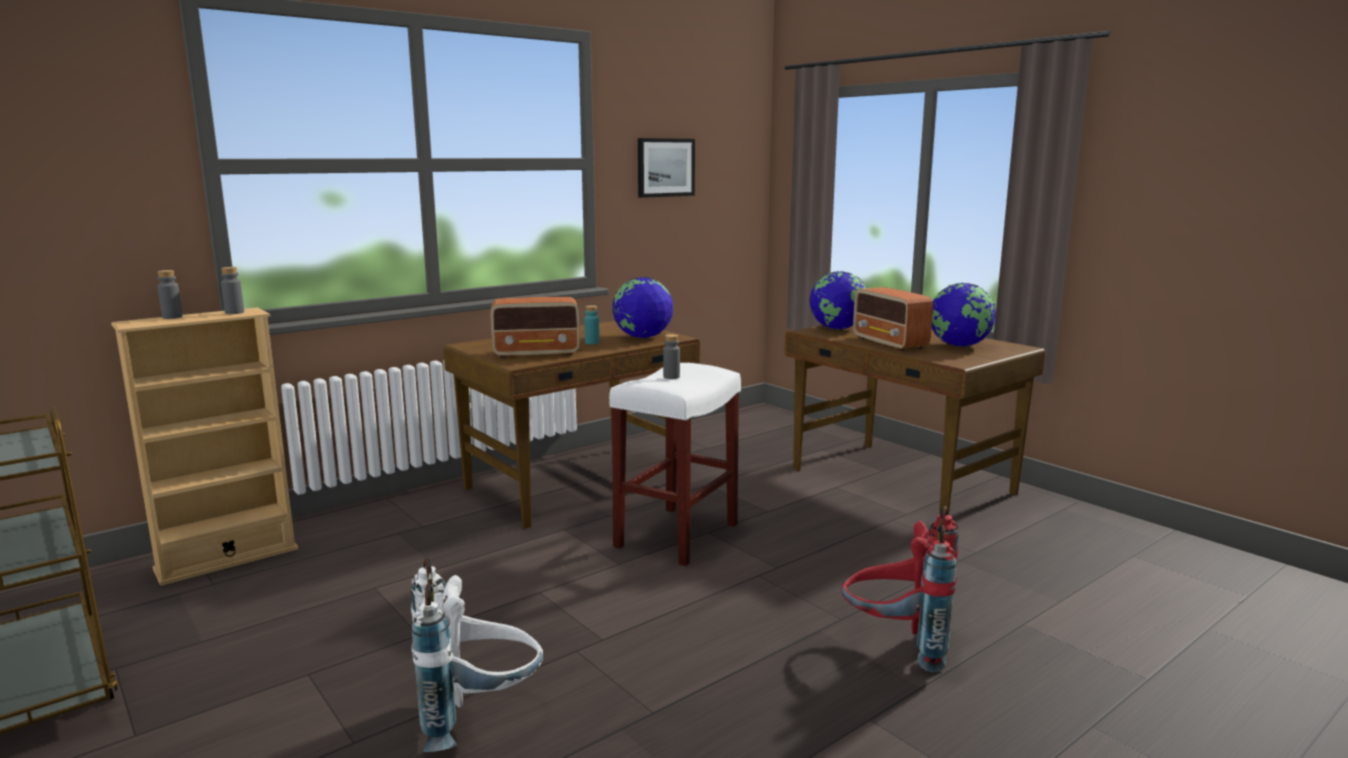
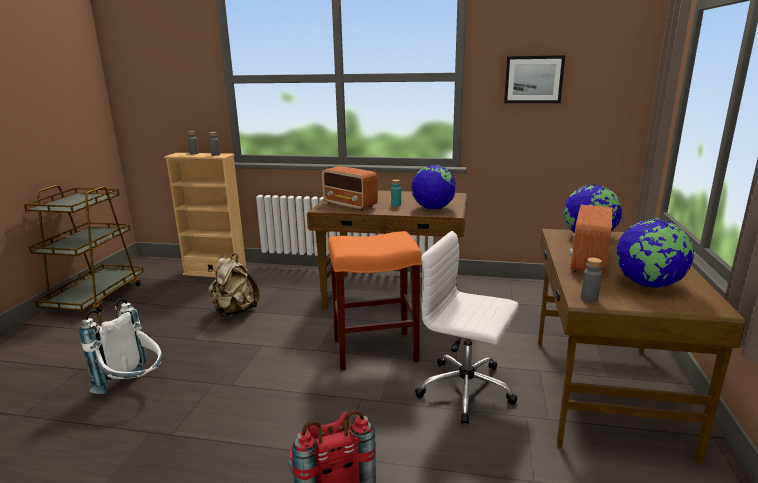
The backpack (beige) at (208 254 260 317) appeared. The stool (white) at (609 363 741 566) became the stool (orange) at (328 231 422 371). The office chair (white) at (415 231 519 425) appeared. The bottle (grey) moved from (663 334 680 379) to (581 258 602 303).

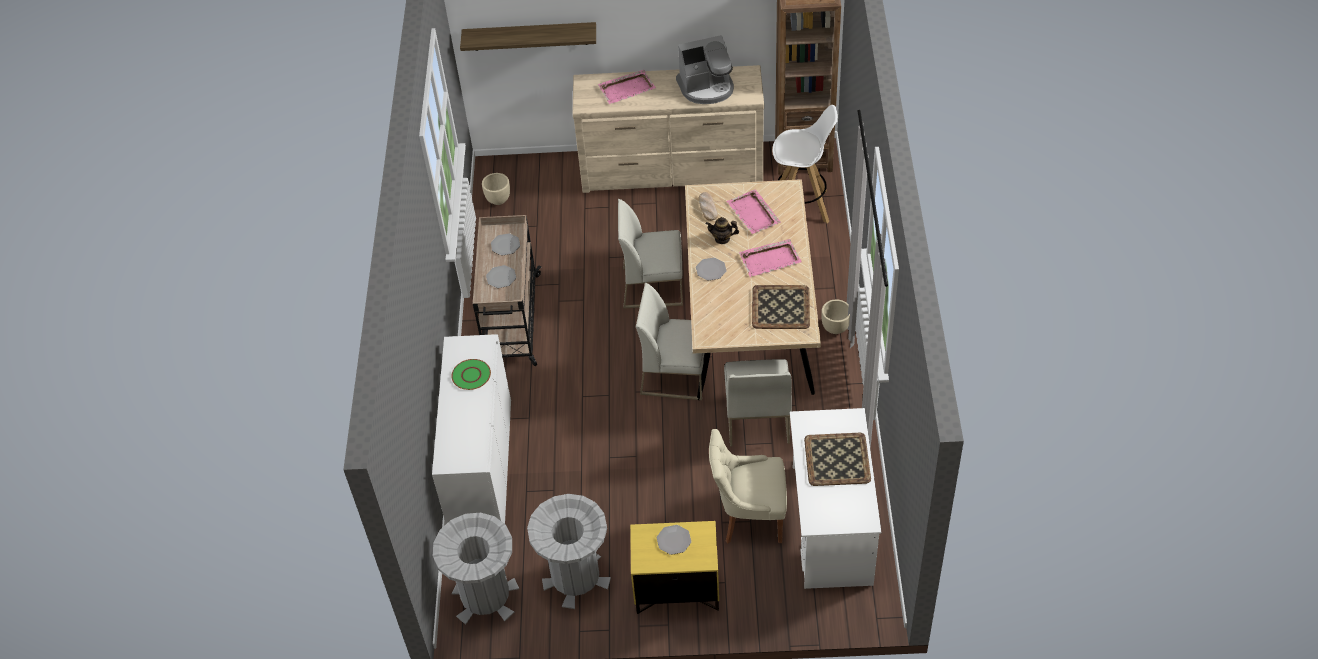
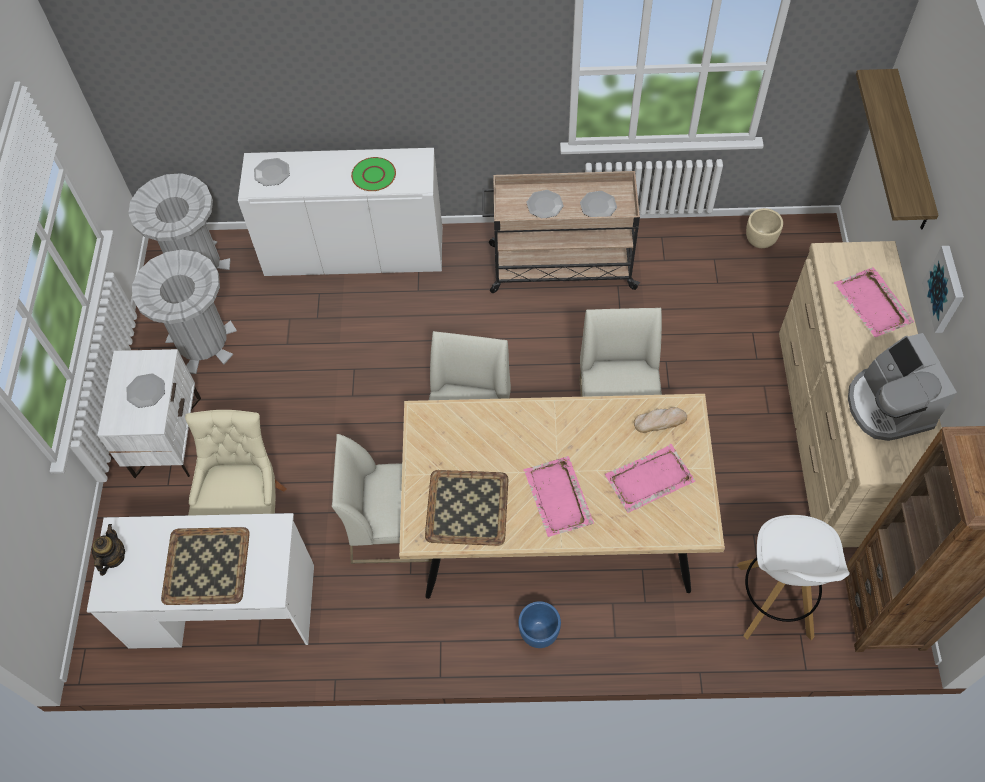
The teapot moved from (706 217 739 244) to (92 524 125 576). The nightstand (yellow) at (630 521 719 614) became the nightstand (white) at (97 349 201 478). The plate moved from (696 258 727 281) to (254 158 290 186). The planter (beige) at (821 300 850 334) became the planter (blue) at (518 601 561 648). The picture at (922 246 964 333) appeared.

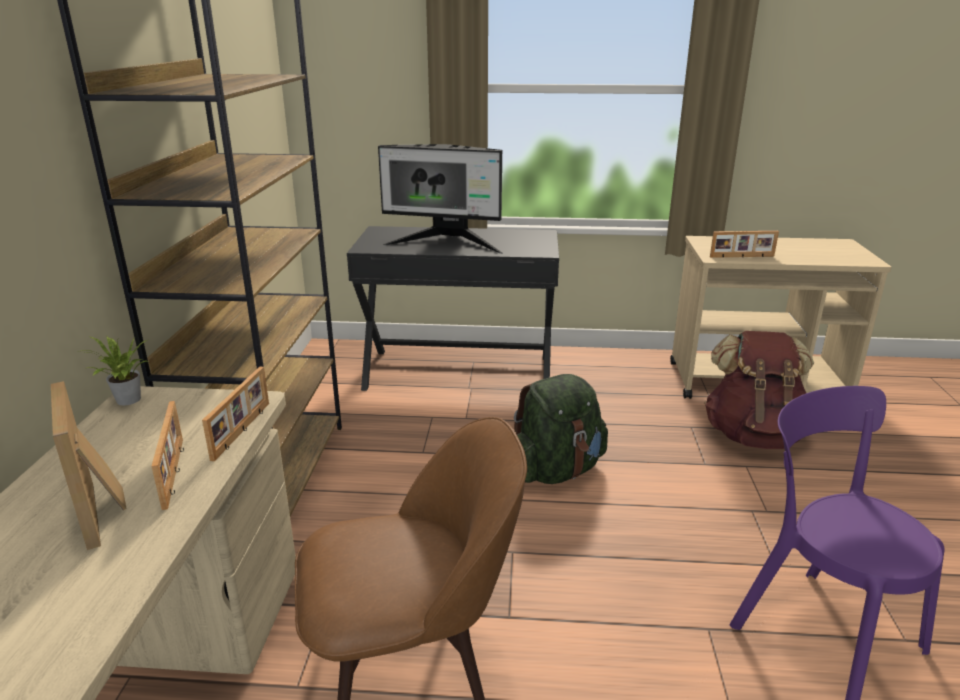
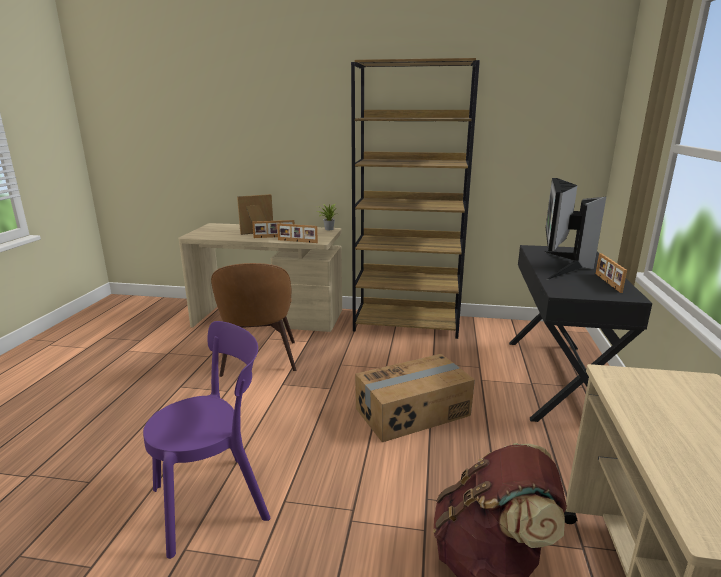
The backpack (green) at (514 374 608 484) was replaced by the cardboard box at (355 354 475 442). The picture frame moved from (710 231 779 258) to (596 253 627 293).

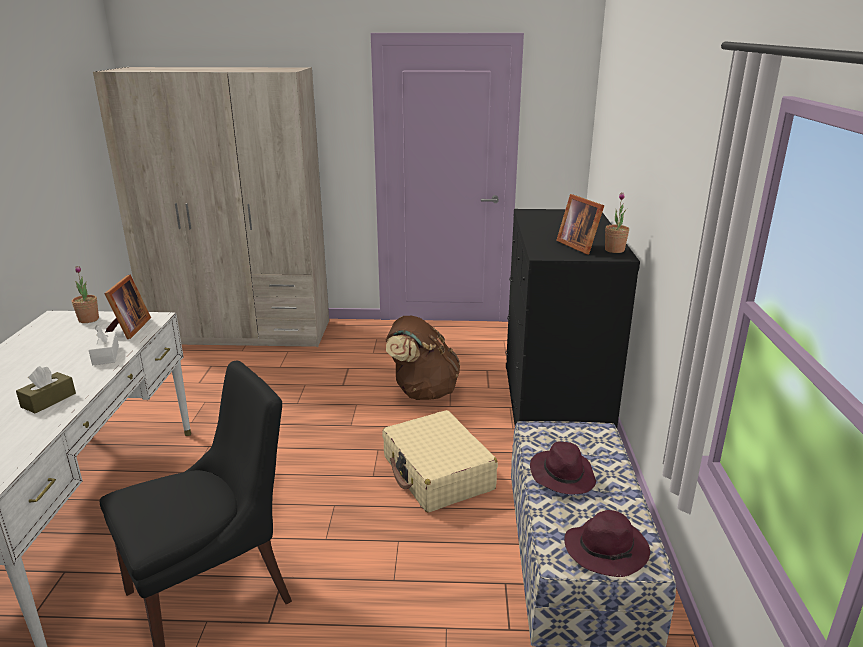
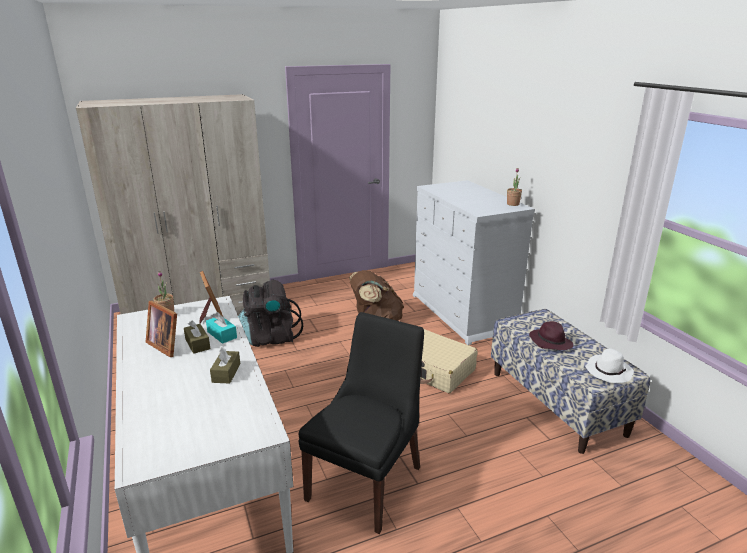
The picture frame moved from (556 194 604 254) to (146 301 177 357). The tissue box (brown) at (184 321 211 354) appeared. The tissue box (white) at (89 325 119 365) became the tissue box (turquoise) at (206 312 237 344). The backpack (black) at (238 280 303 347) appeared. The dresser (black) at (506 209 640 428) became the dresser (white) at (413 180 535 345). The hat (purple) at (564 510 650 577) became the hat (white) at (585 349 634 383).

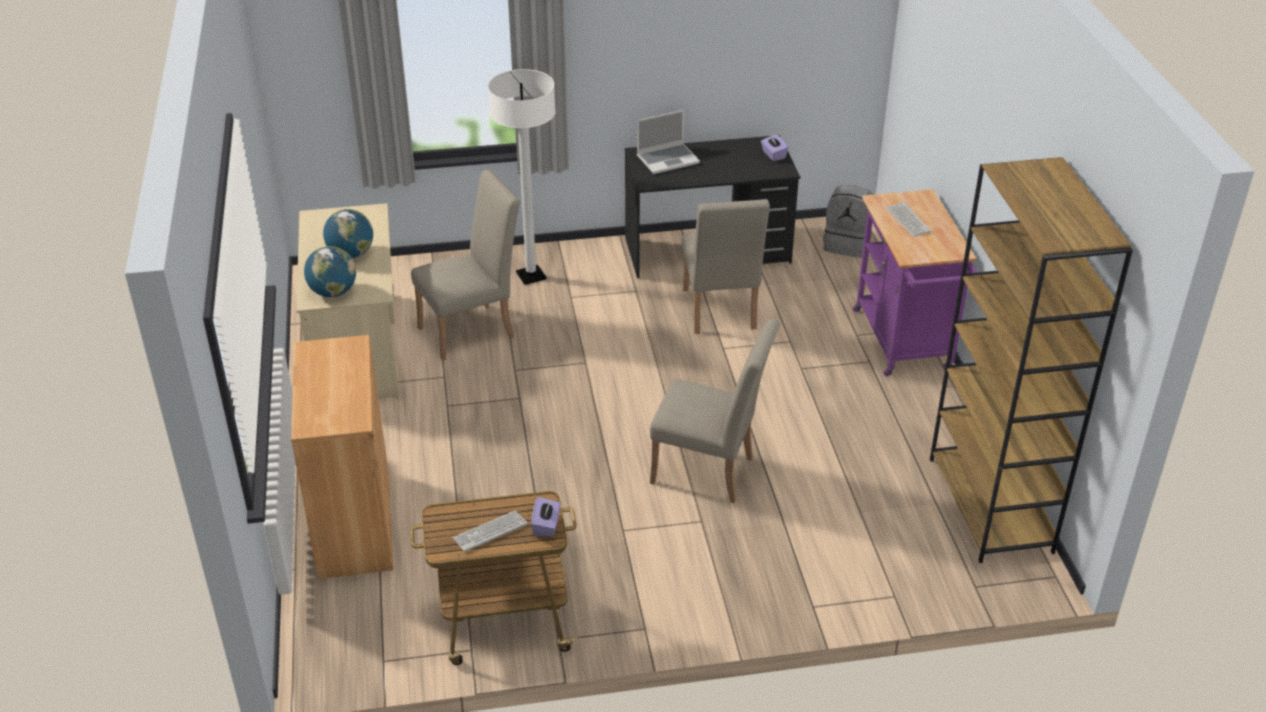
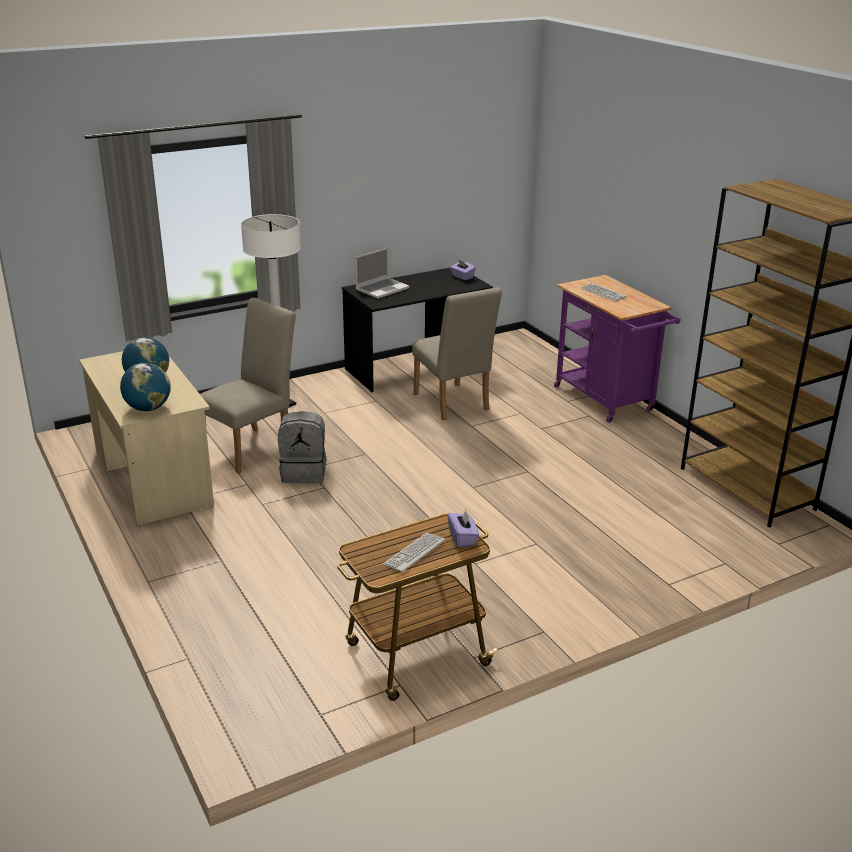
The backpack (grey) moved from (823 185 874 258) to (278 411 327 483). The cabinet (brown) at (291 335 393 579) disappeared. The chair (beige) at (650 318 780 503) disappeared.

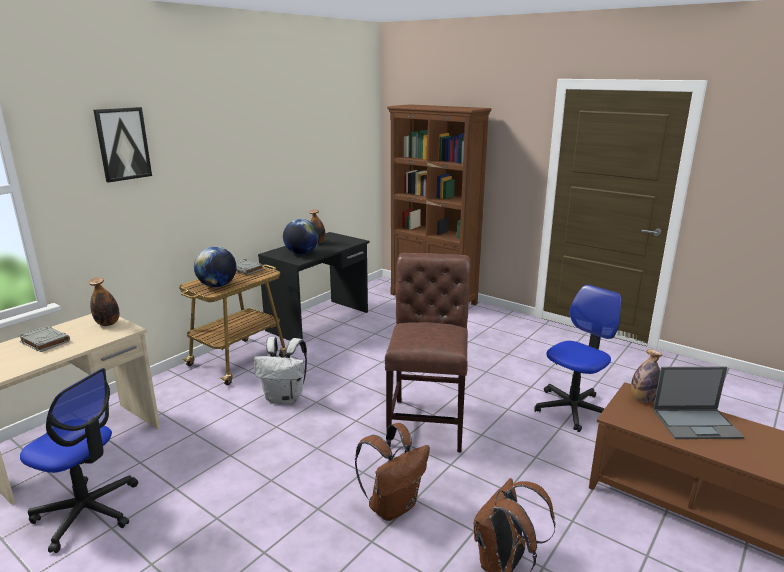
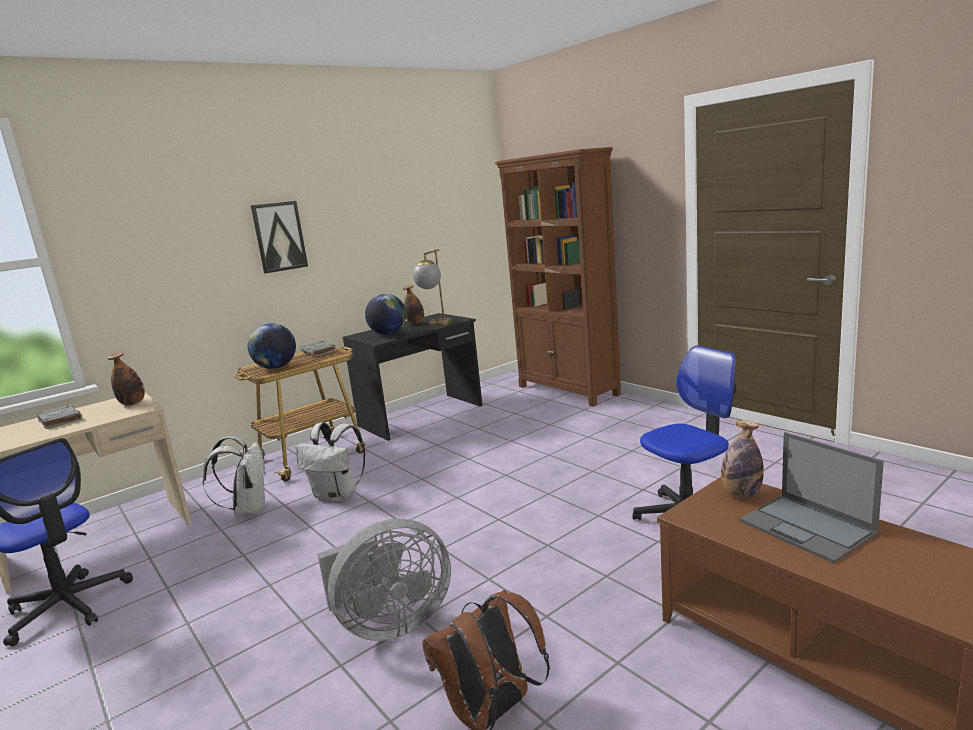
The backpack (white) at (203 436 267 516) appeared. The picture moved from (93 107 152 183) to (251 201 308 274). The backpack (brown) at (355 423 430 521) was replaced by the fan (grey) at (317 518 451 641). The table lamp at (413 249 452 327) appeared. The laptop at (653 367 744 439) turned 45 degrees clockwise. The chair (brown) at (385 253 470 452) disappeared.

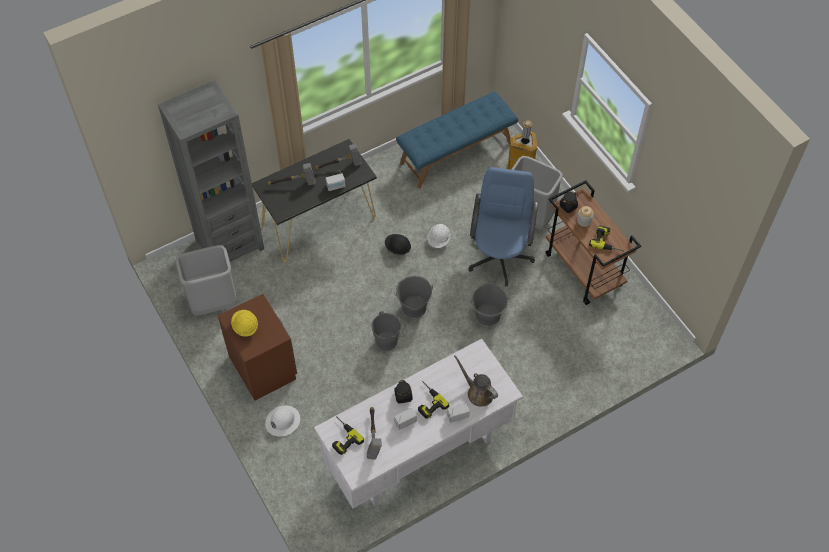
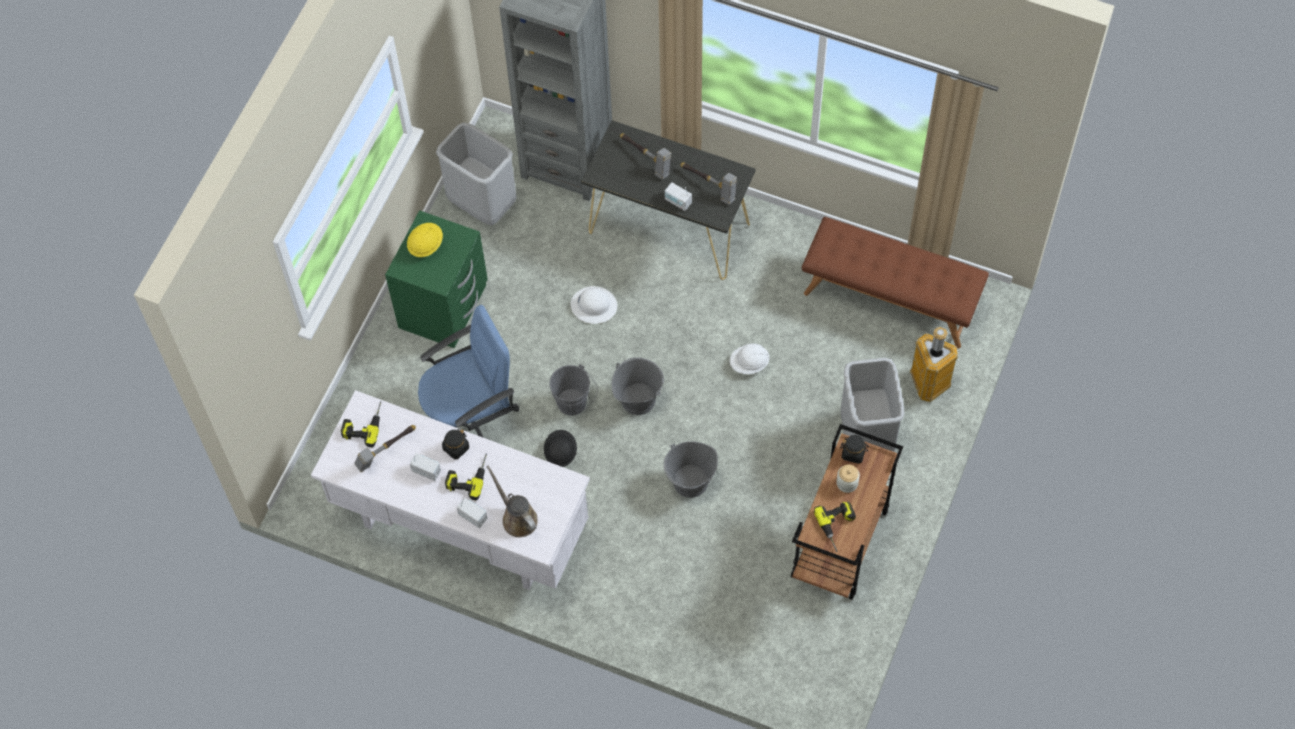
The nightstand (brown) at (218 294 297 401) became the nightstand (green) at (385 210 488 348). The office chair (blue) moved from (469 167 538 286) to (418 305 519 438). The watering can (brown) at (454 355 498 407) turned 45 degrees counterclockwise. The hard hat (black) moved from (385 234 411 255) to (544 430 577 467). The hard hat (white) moved from (265 406 300 437) to (571 286 617 324). The bench (blue) at (396 92 518 189) became the bench (brown) at (802 217 989 349).

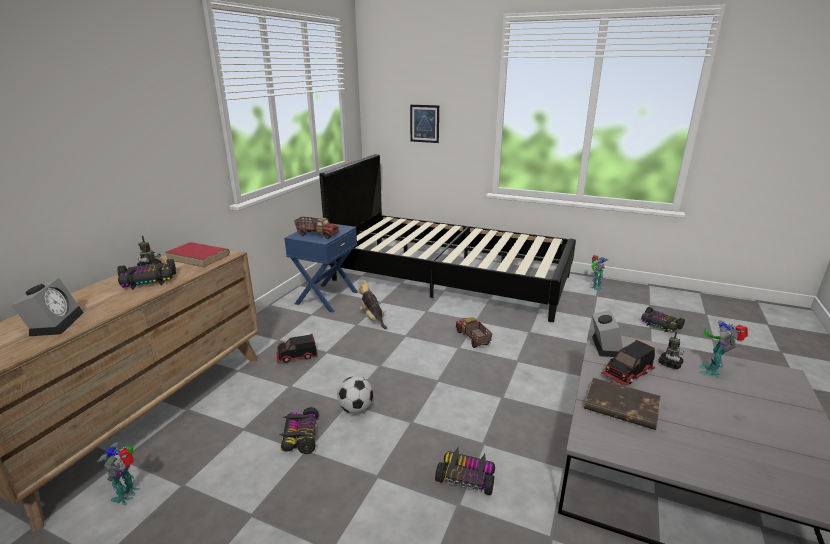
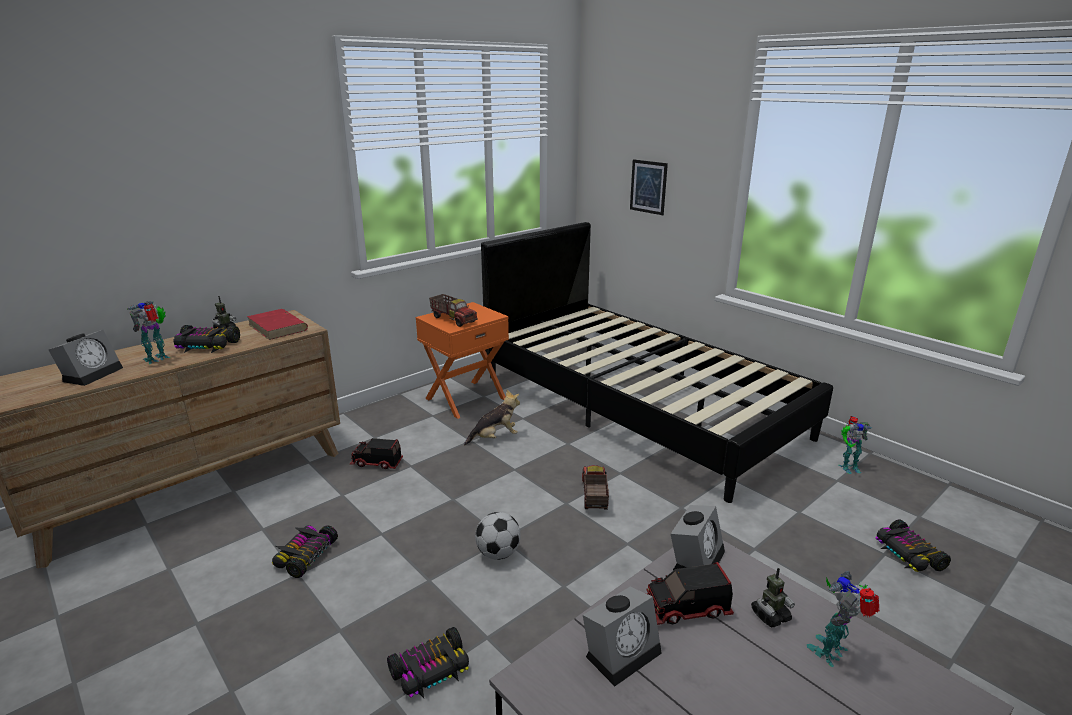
The toy robot moved from (97 442 141 506) to (127 301 170 364). The toy car at (435 448 495 495) turned 105 degrees clockwise. The nightstand (blue) at (284 223 358 312) became the nightstand (orange) at (416 302 509 419). The plush toy at (357 280 387 330) turned 75 degrees clockwise. The football moved from (337 376 373 414) to (475 512 521 560). The book (brown) at (584 378 661 430) was replaced by the alarm clock at (583 587 662 686).

